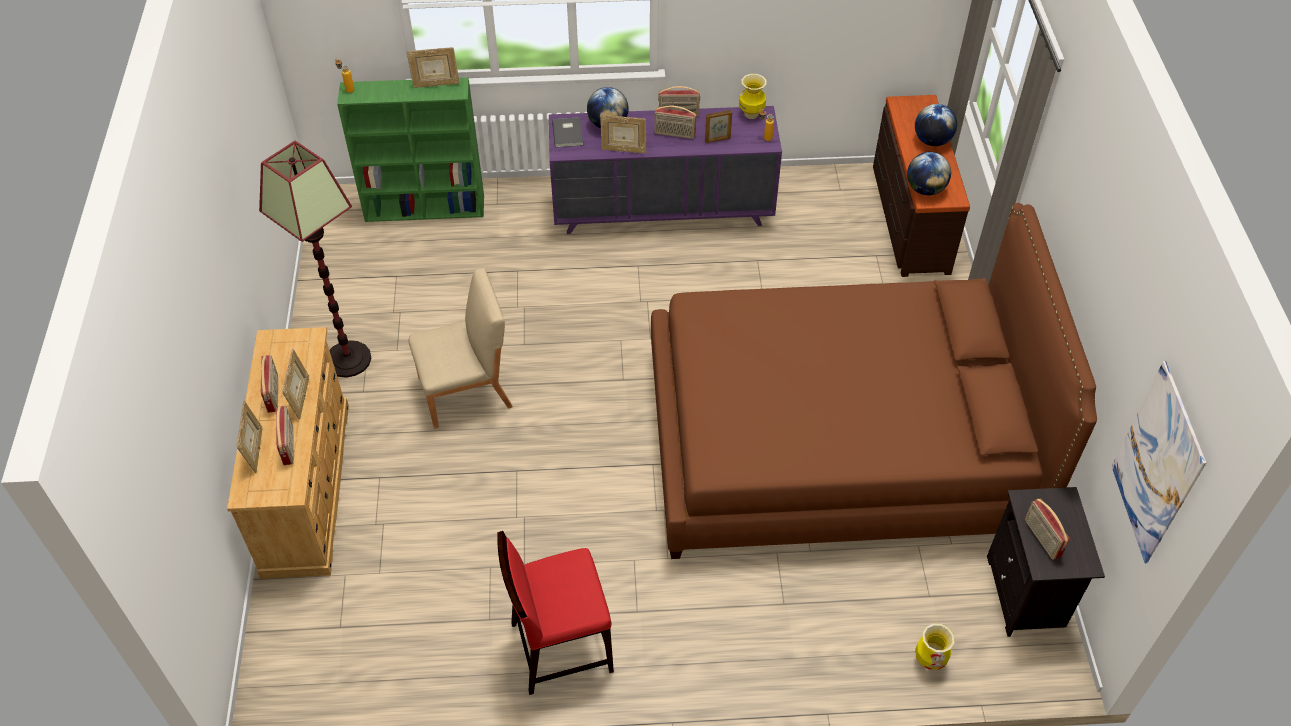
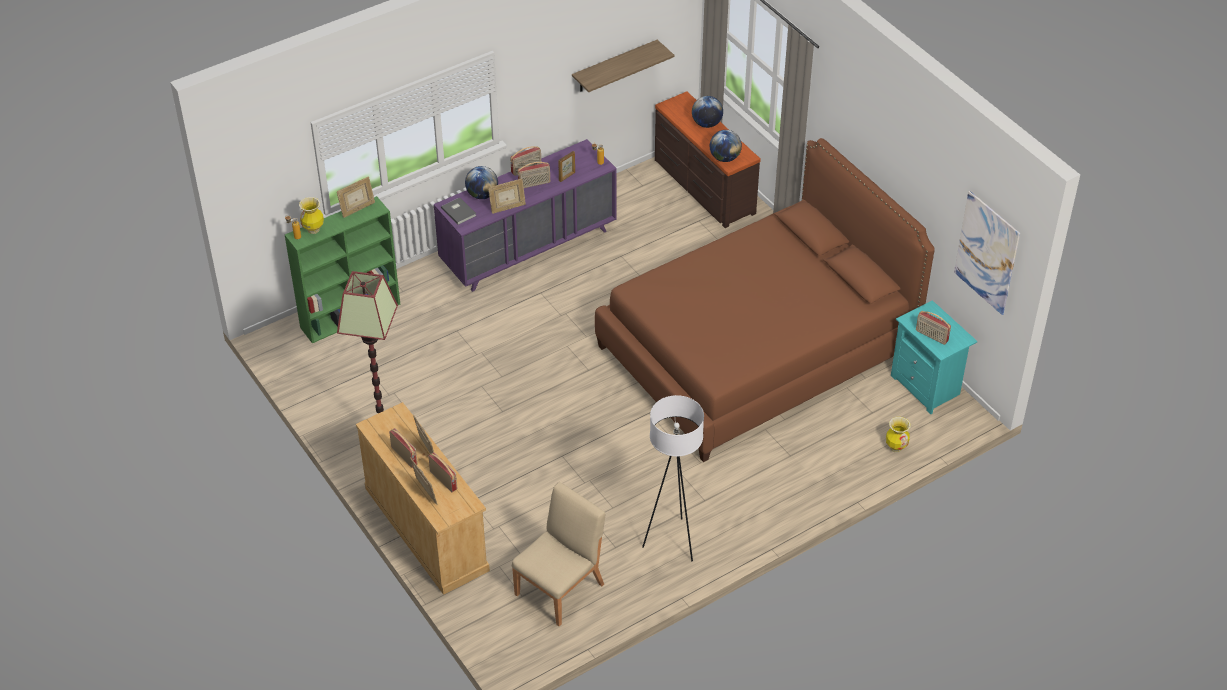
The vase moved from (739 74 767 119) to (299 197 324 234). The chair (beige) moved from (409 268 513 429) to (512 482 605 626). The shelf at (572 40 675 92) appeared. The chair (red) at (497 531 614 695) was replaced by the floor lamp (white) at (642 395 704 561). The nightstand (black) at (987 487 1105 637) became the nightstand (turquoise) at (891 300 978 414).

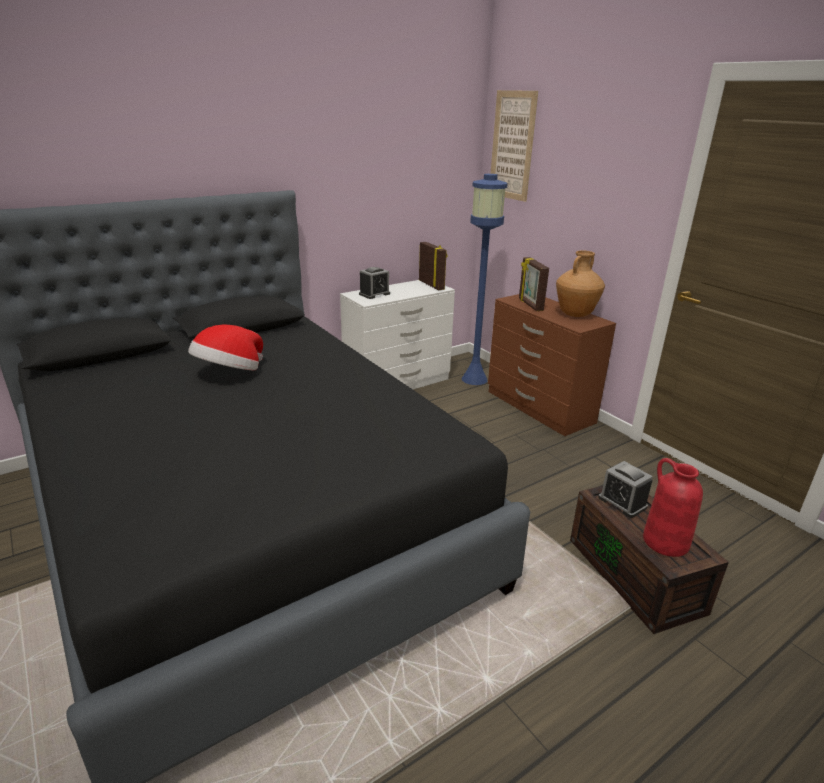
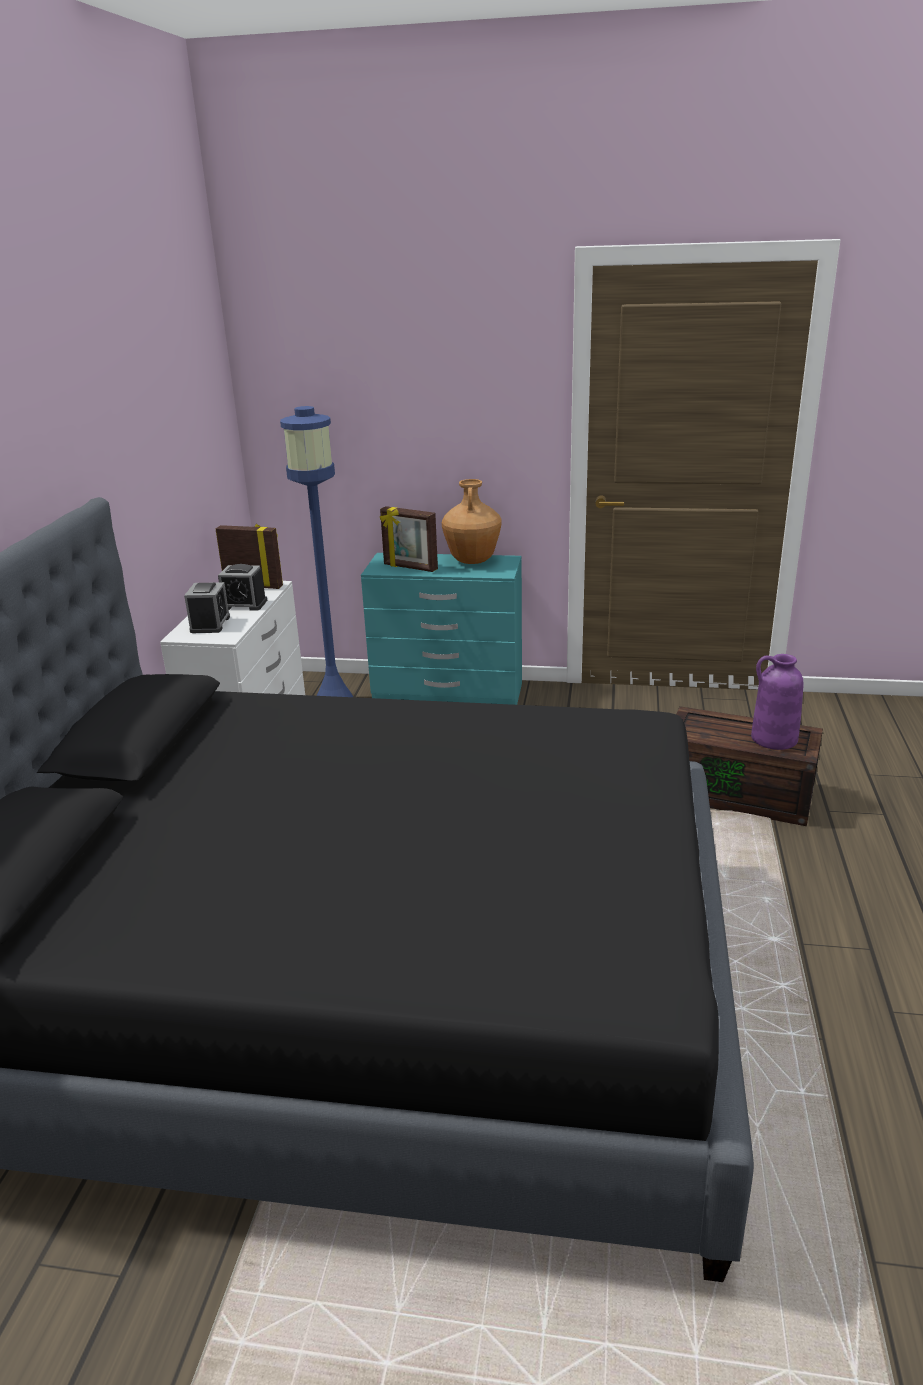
The alarm clock moved from (598 461 653 518) to (218 564 267 611). The dresser (brown) at (488 294 616 436) became the dresser (turquoise) at (361 553 522 705). The vase (red) at (643 458 703 557) became the vase (purple) at (751 654 803 750). The hat at (188 325 263 370) disappeared. The picture at (491 90 538 202) disappeared.

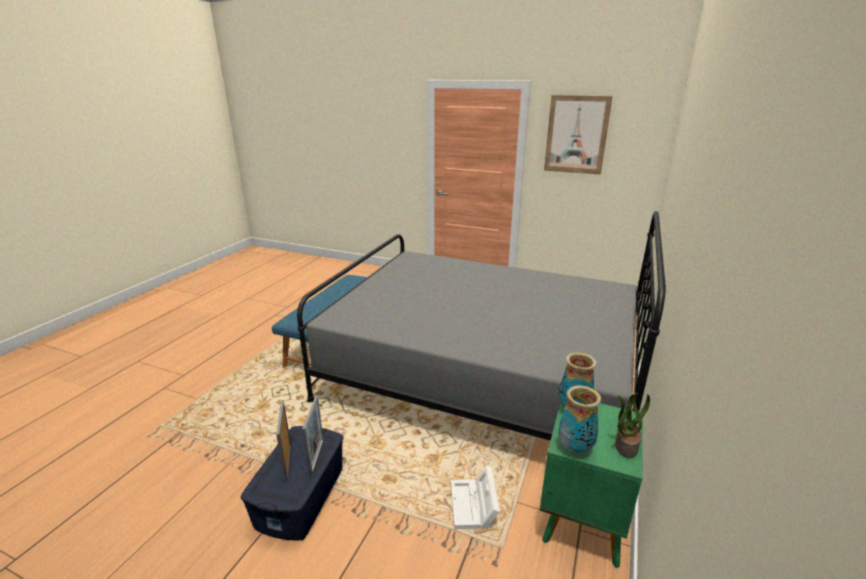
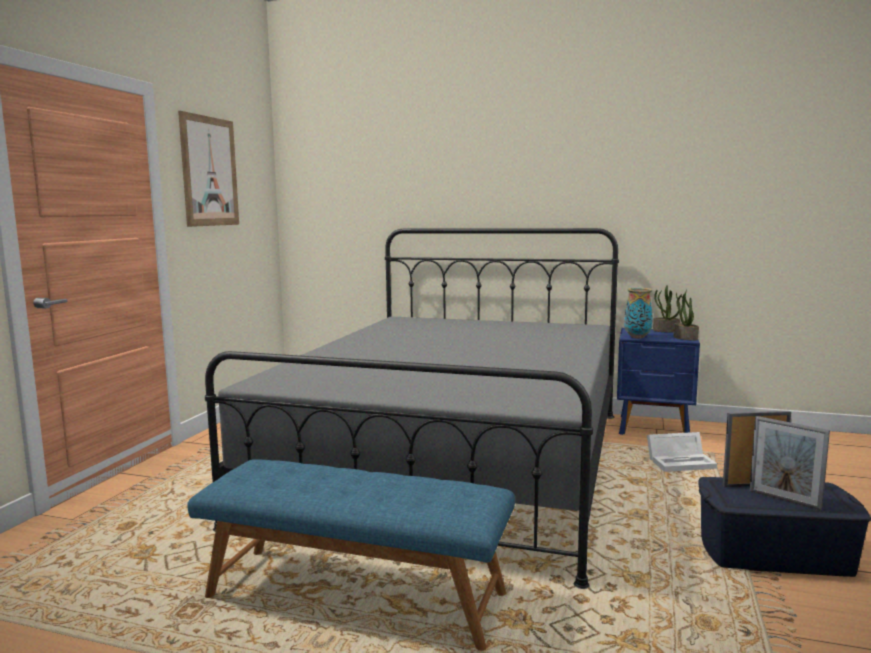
The nightstand (green) at (540 402 643 568) became the nightstand (blue) at (617 328 700 435). The vase at (558 386 601 453) was replaced by the potted plant at (673 290 699 341). The picture frame at (276 401 291 482) turned 60 degrees clockwise.

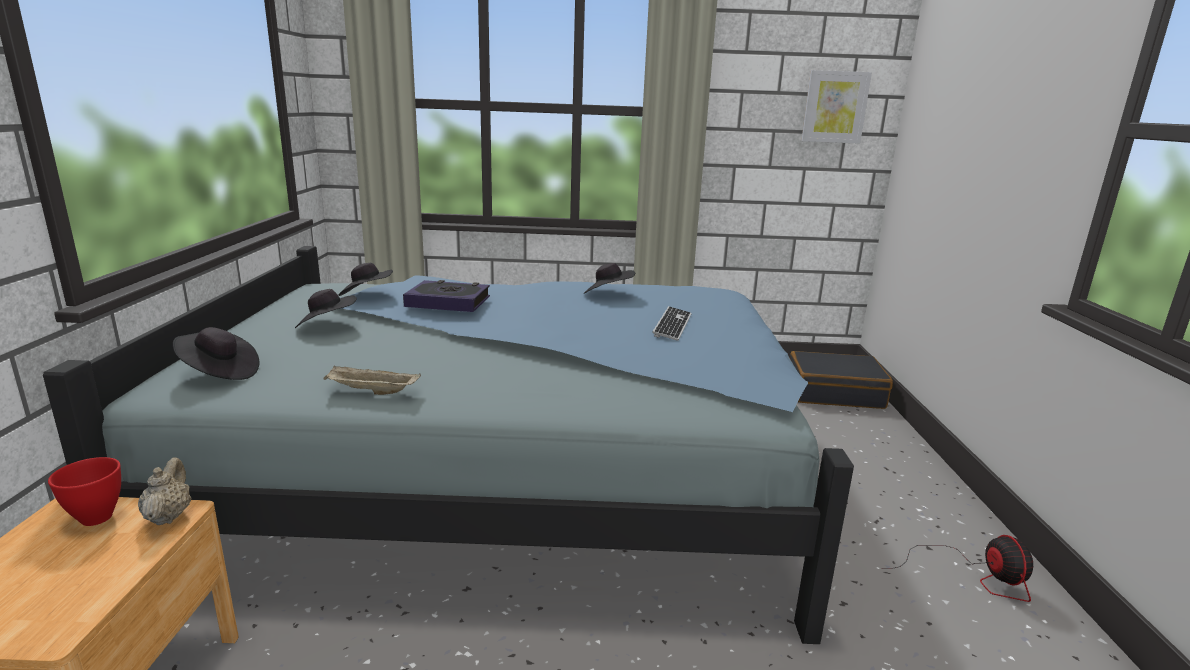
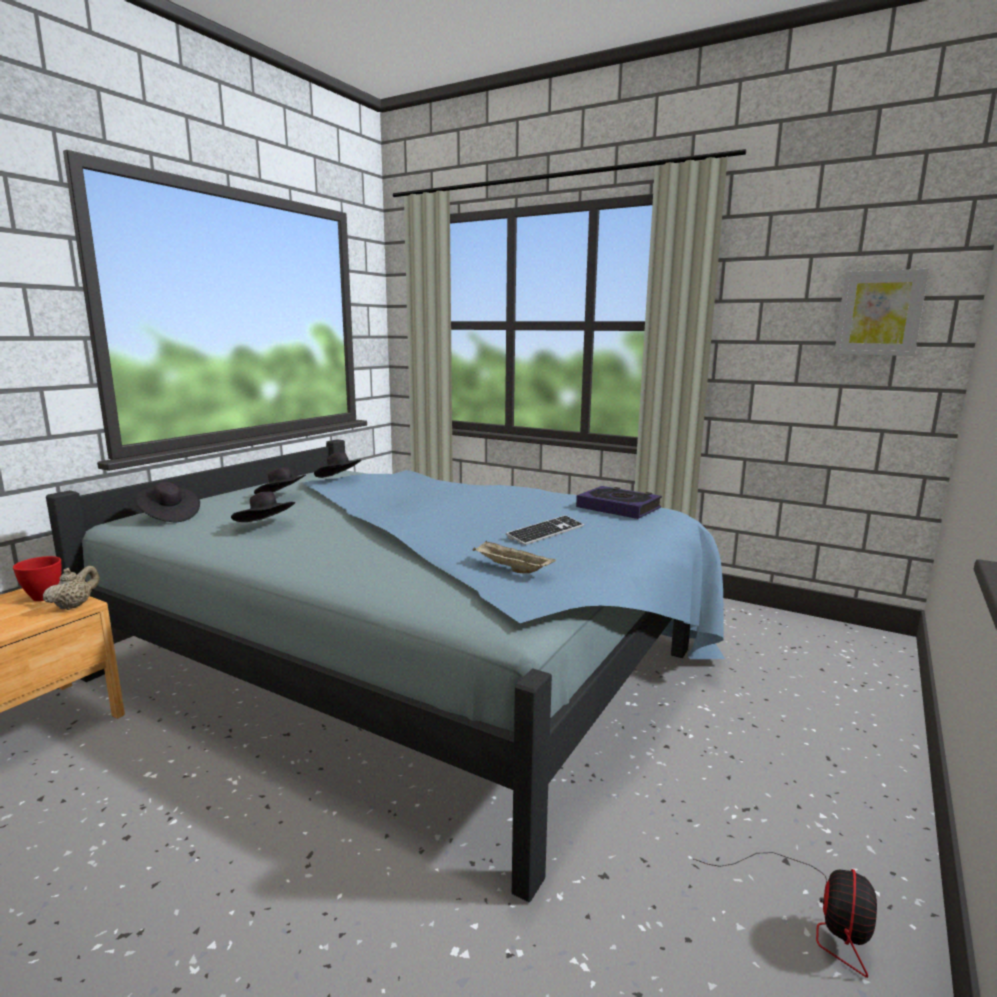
The hat (black) moved from (584 263 635 293) to (231 492 295 522). The tray (beige) moved from (324 365 421 395) to (473 541 556 573). The book moved from (403 280 490 312) to (576 486 662 519). The suitcase (black) at (790 351 893 409) disappeared.

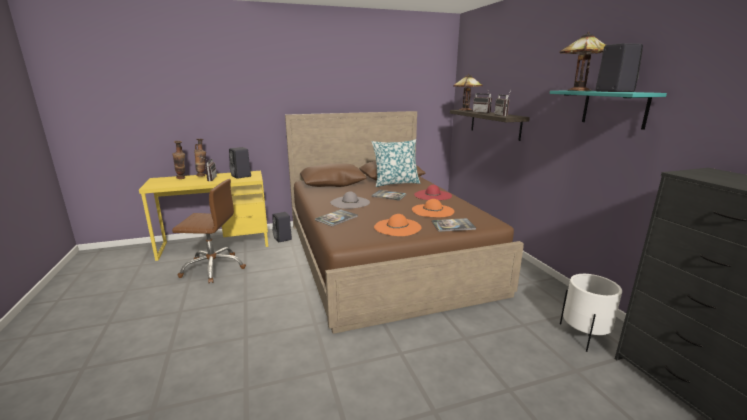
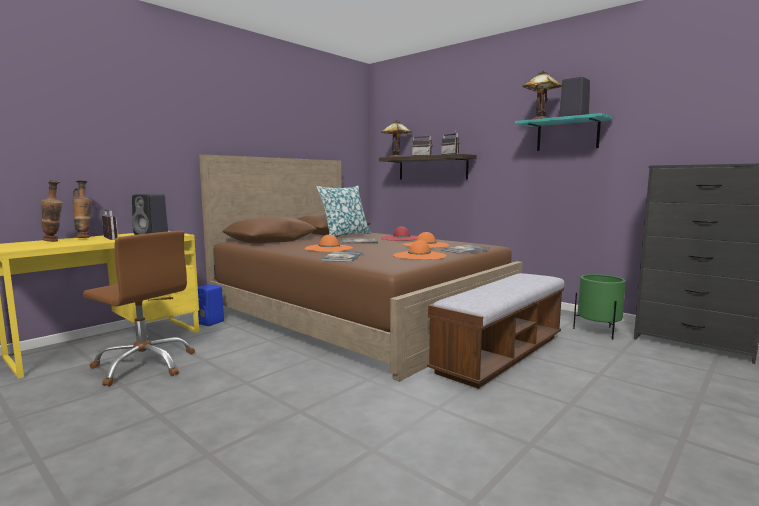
The office chair (brown) at (172 179 246 283) turned 60 degrees clockwise. The speaker (black) at (273 212 292 243) became the speaker (blue) at (198 284 224 326). The hat (grey) at (330 191 370 209) became the hat (orange) at (305 235 353 252). The bench at (427 273 564 389) appeared. The planter (white) at (560 274 622 352) became the planter (green) at (573 274 626 340).

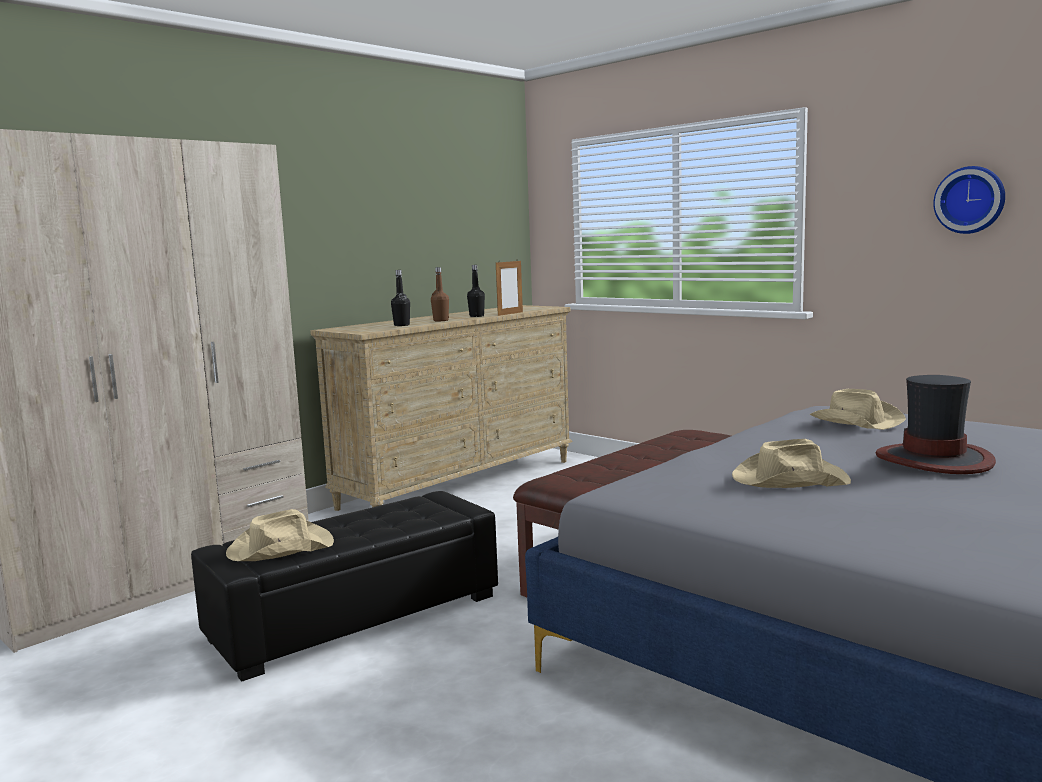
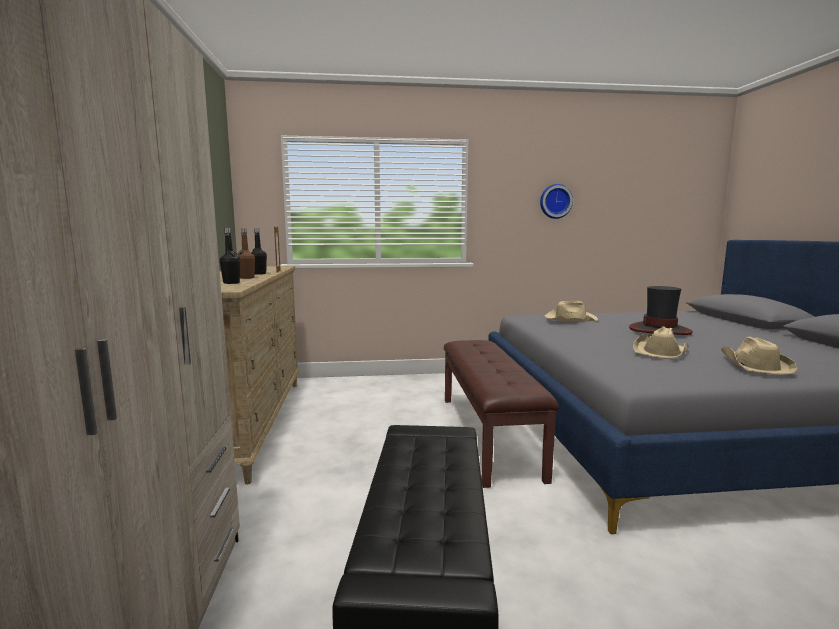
The hat (beige) moved from (226 509 334 561) to (721 336 798 375).

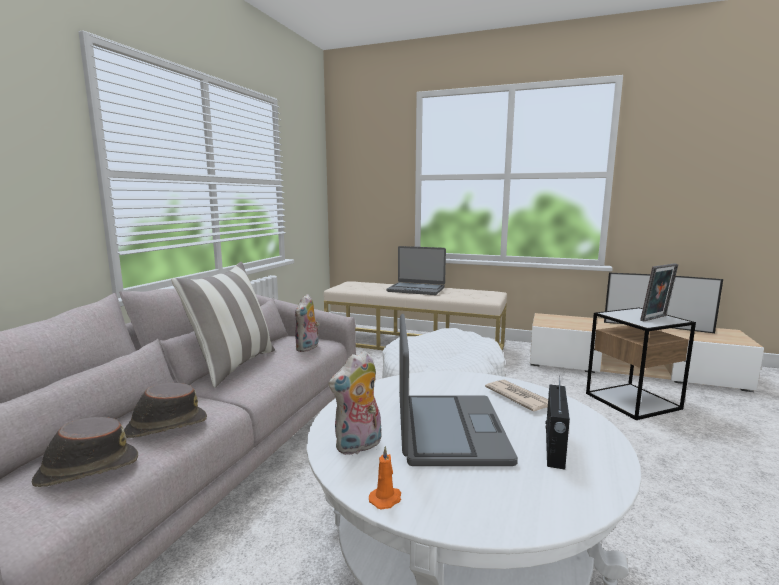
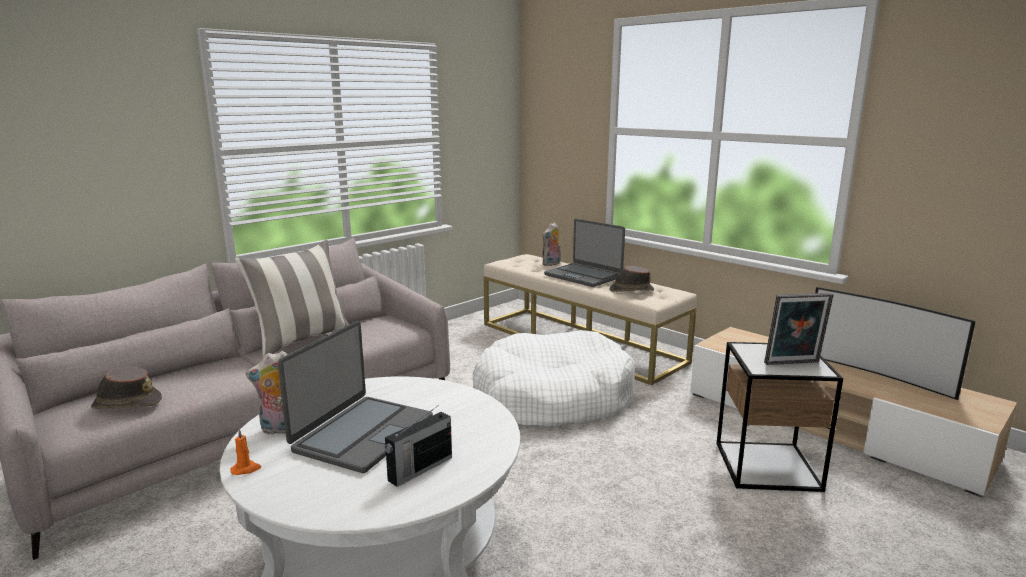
The plush toy moved from (295 294 319 352) to (542 222 561 266). The hat (brown) moved from (124 383 207 438) to (610 266 654 292). The newspaper at (485 380 548 411) disappeared.

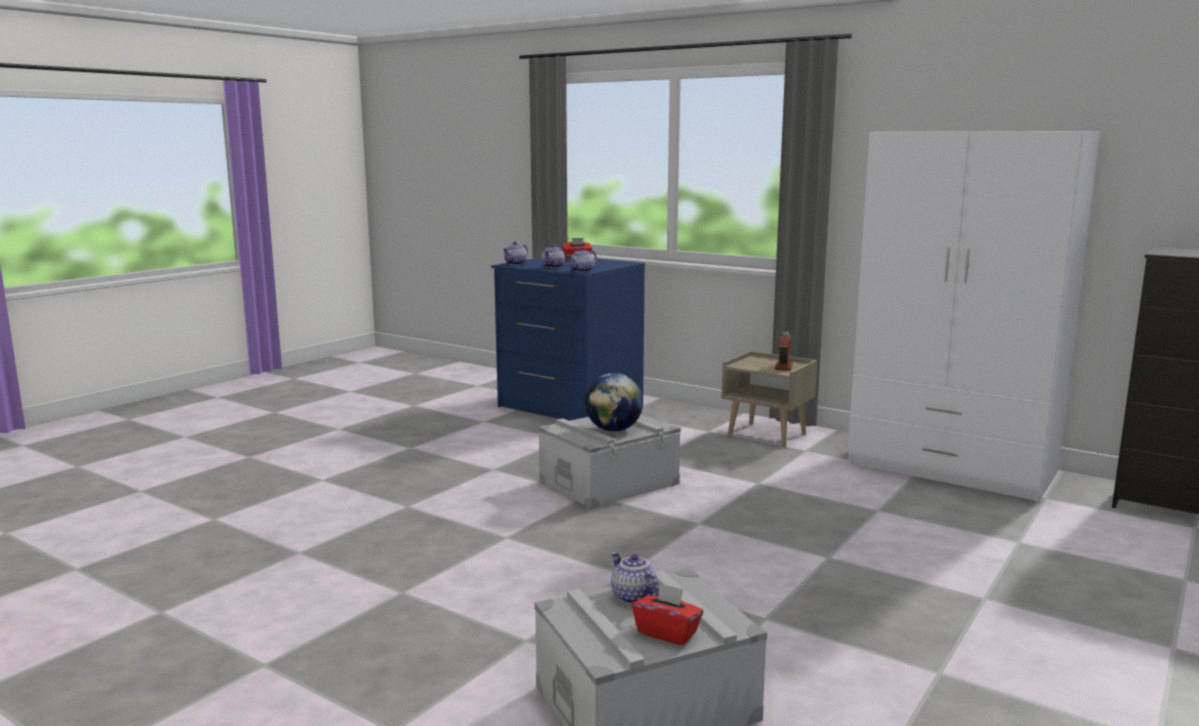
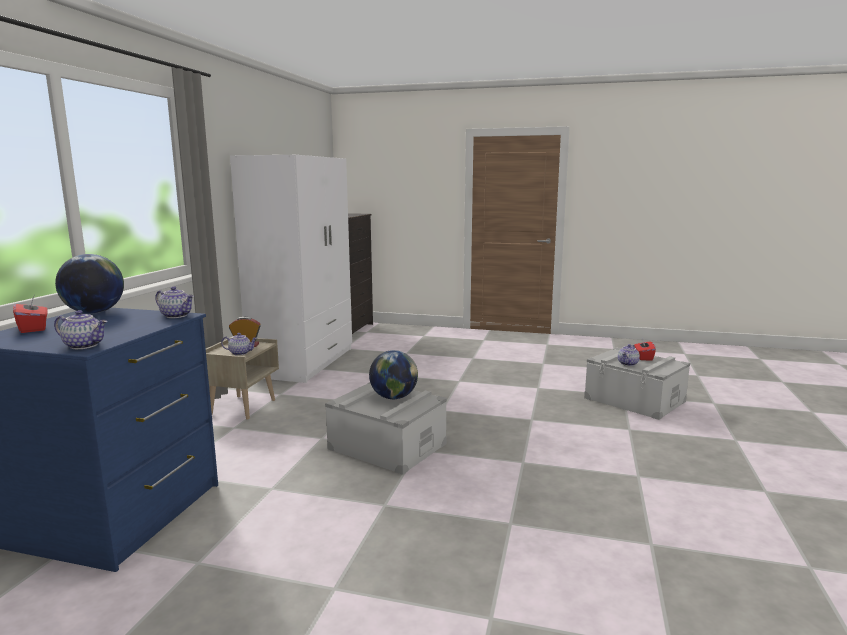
The globe at (55 254 124 314) appeared. The teapot moved from (541 244 565 268) to (221 333 257 356).

